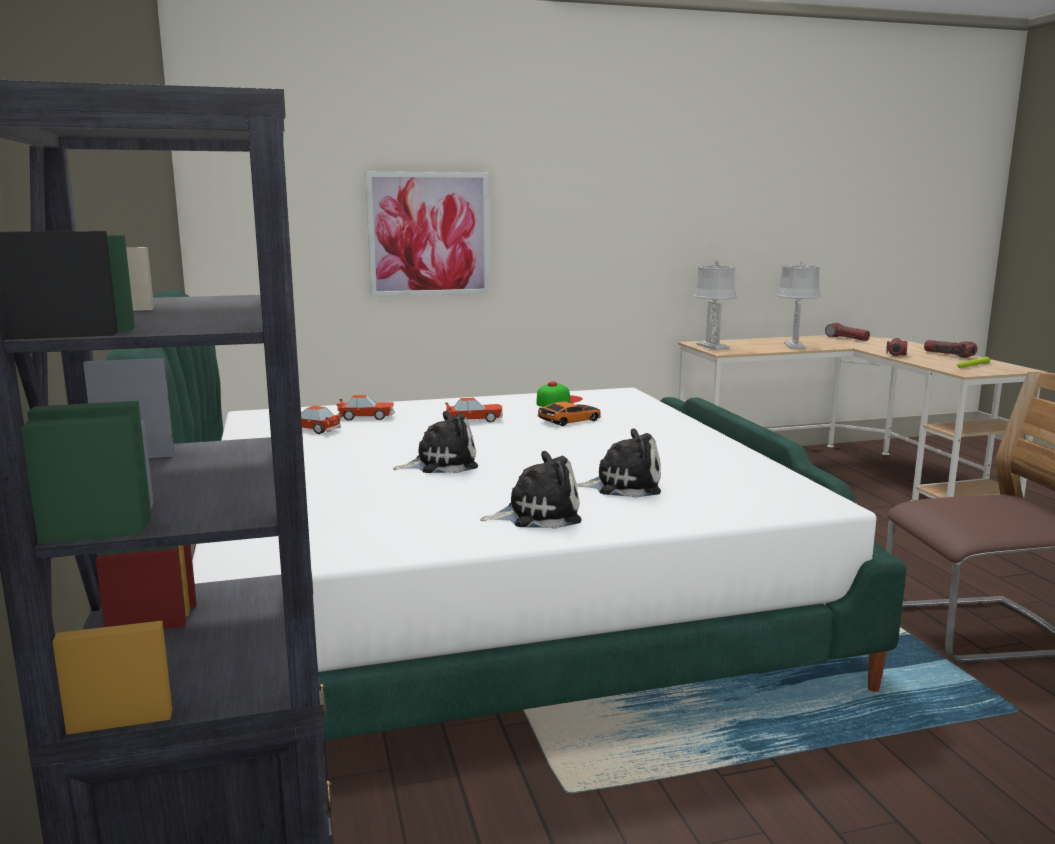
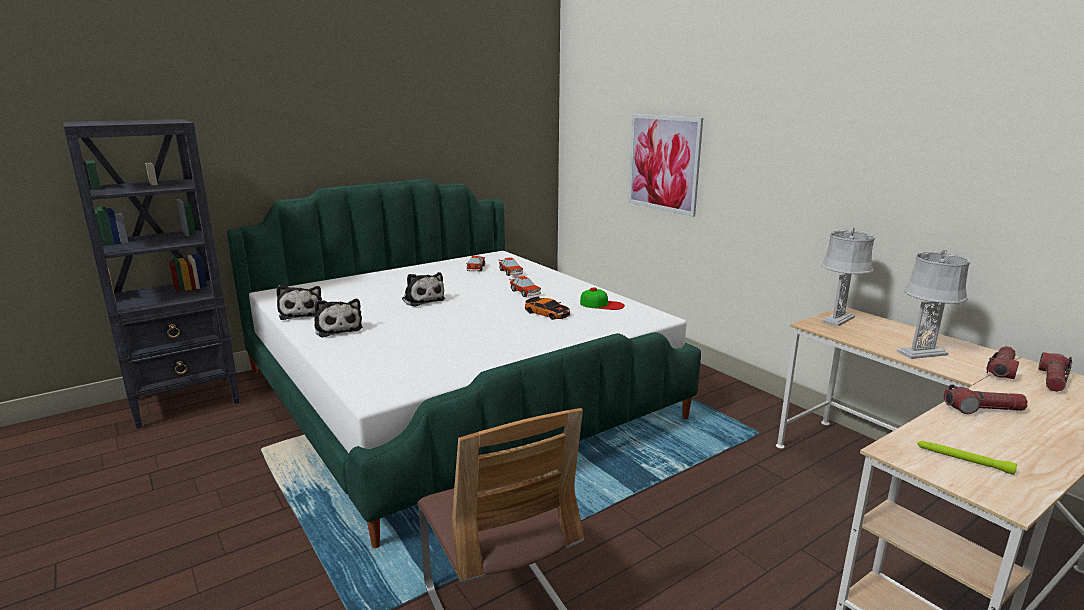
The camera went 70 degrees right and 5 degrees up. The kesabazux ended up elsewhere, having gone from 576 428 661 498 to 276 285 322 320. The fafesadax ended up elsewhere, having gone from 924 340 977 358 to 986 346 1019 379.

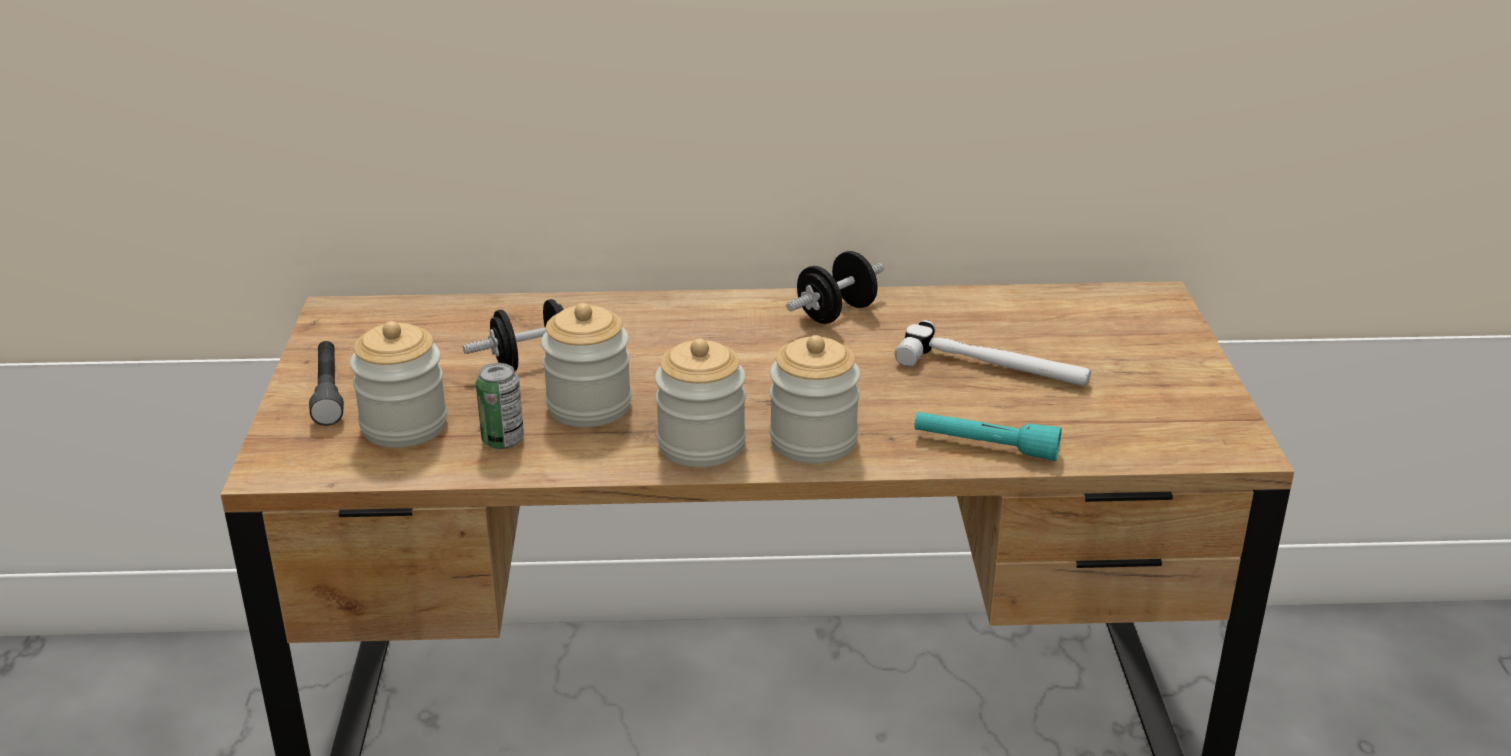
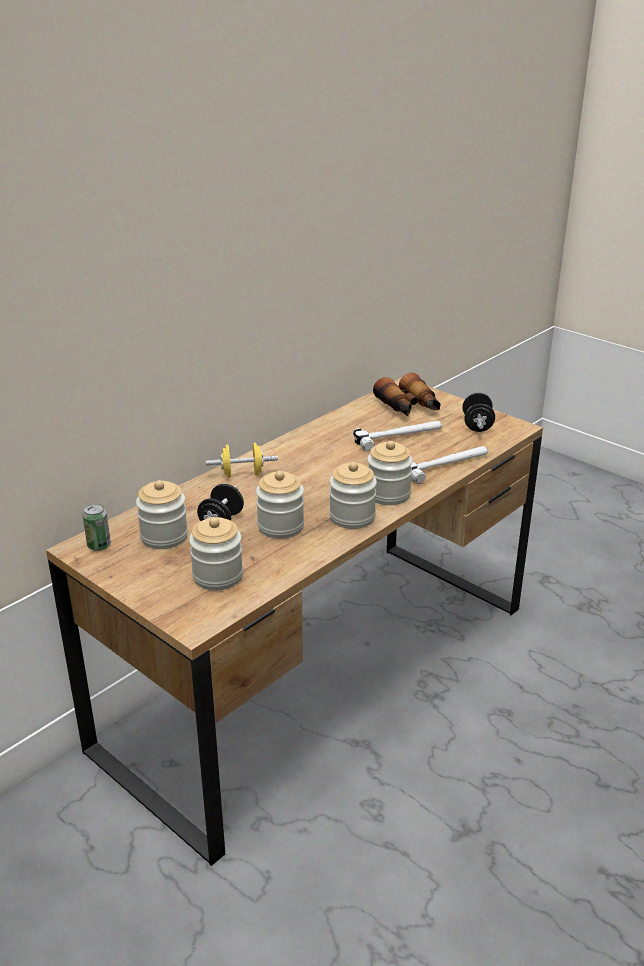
The camera went 45 degrees left and 0 degrees up. The second view lost the fafesadax (grey) at 309 341 344 426. The second view gained the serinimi at 136 480 188 549. The second view gained the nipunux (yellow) at 206 443 278 478. The second view gained the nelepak at 373 373 440 416. The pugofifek ended up elsewhere, having gone from 476 363 524 449 to 83 504 111 551. The nipunux (black) ended up elsewhere, having gone from 786 251 884 324 to 462 393 495 432. Where the fafesadax (turquoise) stood at 914 412 1062 461, the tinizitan came to stand at 411 446 488 484.

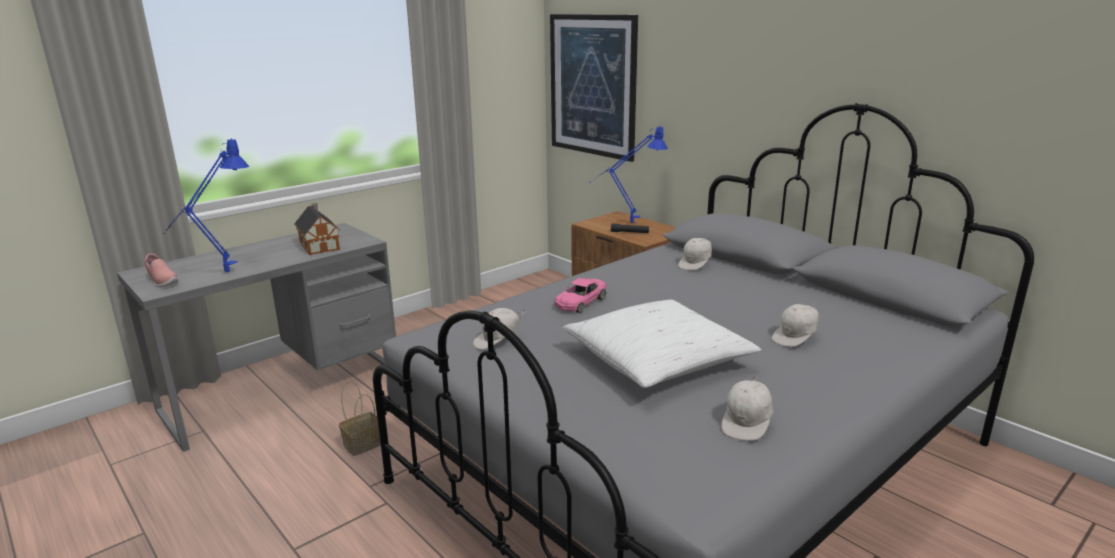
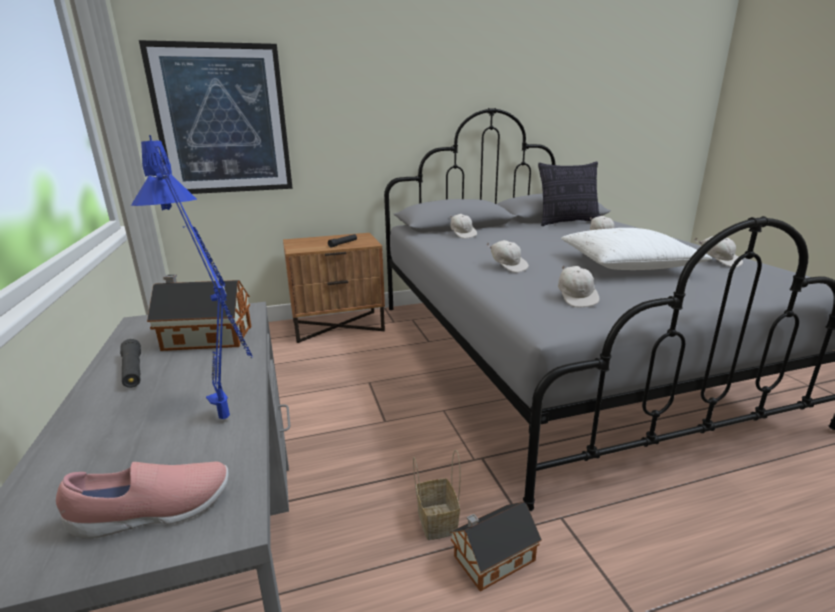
The camera went 65 degrees left and 0 degrees up. The second view lost the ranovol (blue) at 591 127 668 223. The second view gained the fafesadax (black) at 120 339 141 388. The second view gained the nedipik at 450 502 542 592. The second view gained the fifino at 538 161 600 226. Where the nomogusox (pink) stood at 554 278 607 313, the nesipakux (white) came to stand at 486 240 529 273.

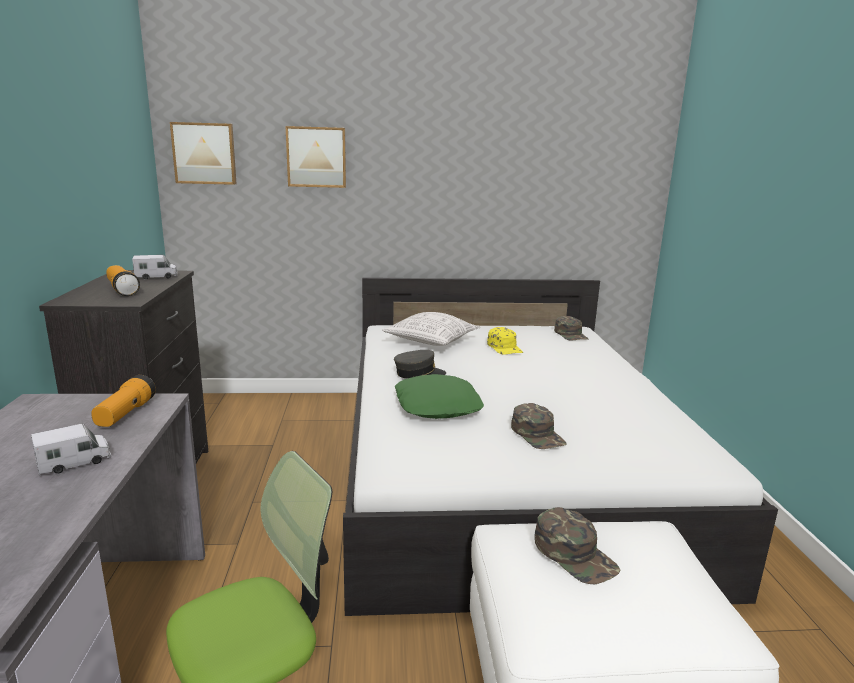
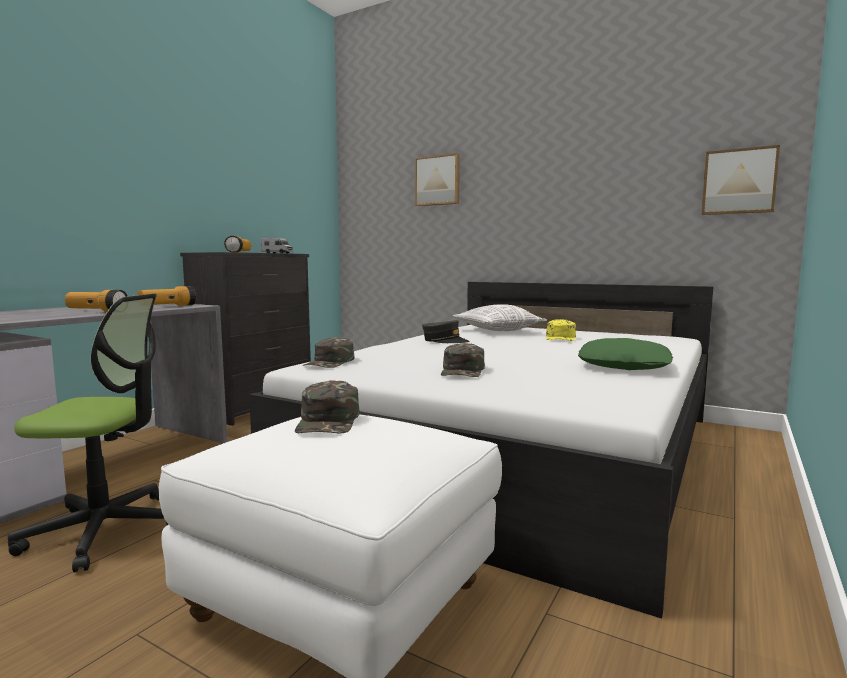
The camera went 35 degrees right and 10 degrees down. The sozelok ended up elsewhere, having gone from 170 122 237 185 to 702 145 780 215. The fifino (green) ended up elsewhere, having gone from 395 374 484 419 to 578 338 673 370. The nesipakux (green) ended up elsewhere, having gone from 554 316 588 341 to 303 337 354 368. Where the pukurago stood at 31 424 111 476, the fafesadax came to stand at 65 290 128 312.

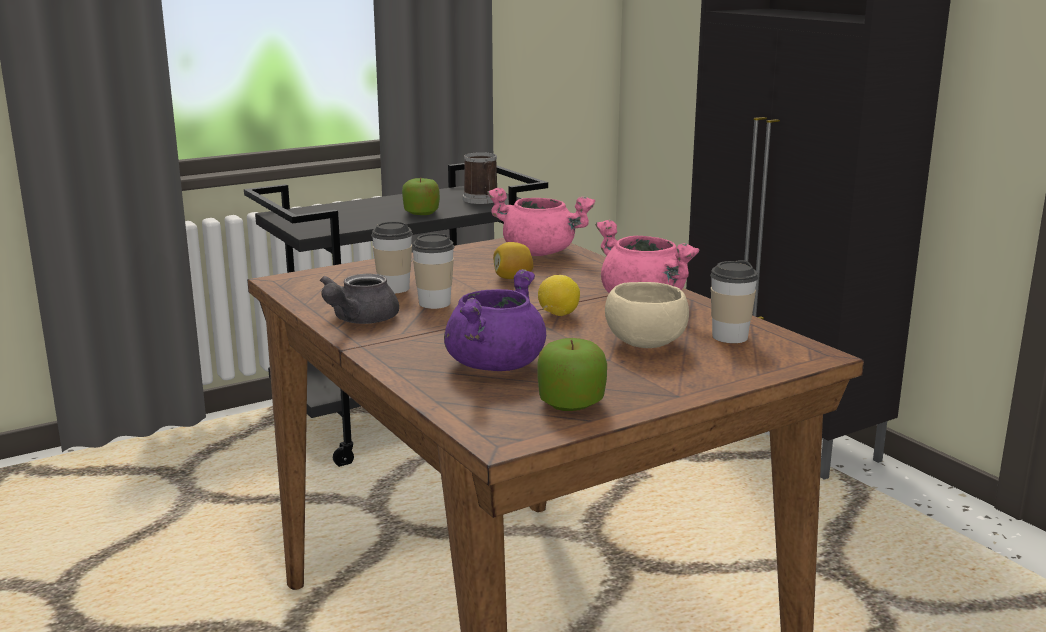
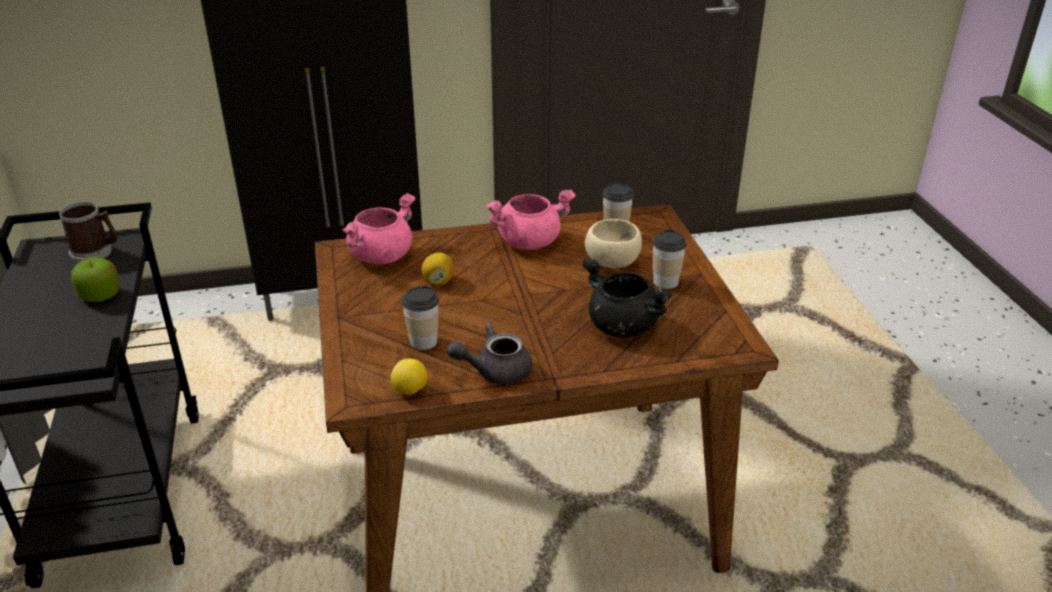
The camera went 70 degrees left and 15 degrees up. The second view lost the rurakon at 537 338 607 411. The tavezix ended up elsewhere, having gone from 411 233 455 309 to 653 229 686 289. The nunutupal ended up elsewhere, having gone from 538 275 580 316 to 390 358 428 395. What was the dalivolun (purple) at 444 269 546 371 turned into the dalivolun (black) at 582 258 673 337. The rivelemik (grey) at 320 274 399 324 ended up facing another way, 120 degrees clockwise from before.

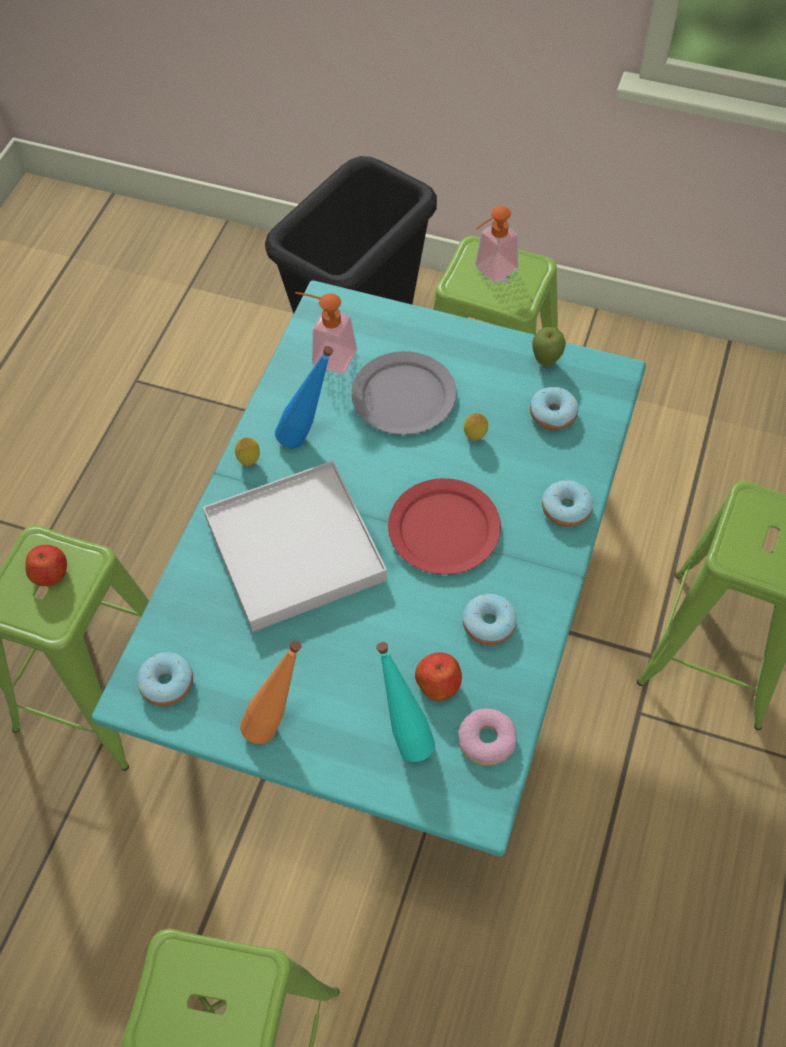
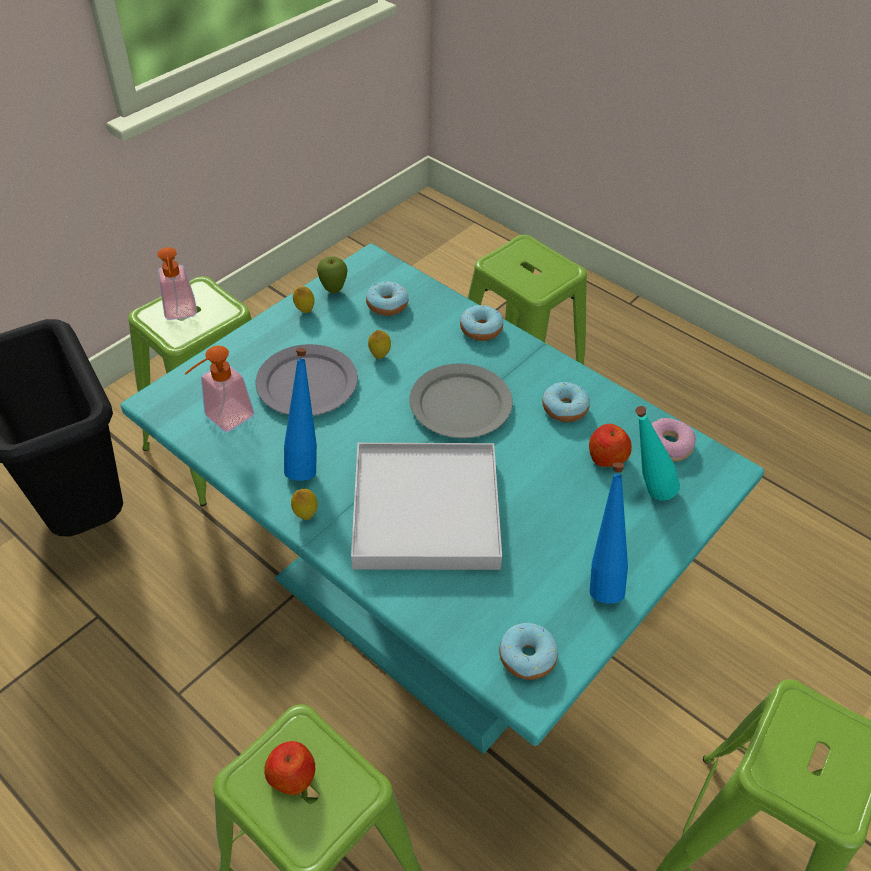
The camera went 70 degrees left and 10 degrees down. The second view gained the nunutupal at 293 286 315 313. What was the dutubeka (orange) at 240 640 302 744 turned into the dutubeka (blue) at 590 462 628 604. What was the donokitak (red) at 388 478 501 575 turned into the donokitak (grey) at 409 364 513 438.

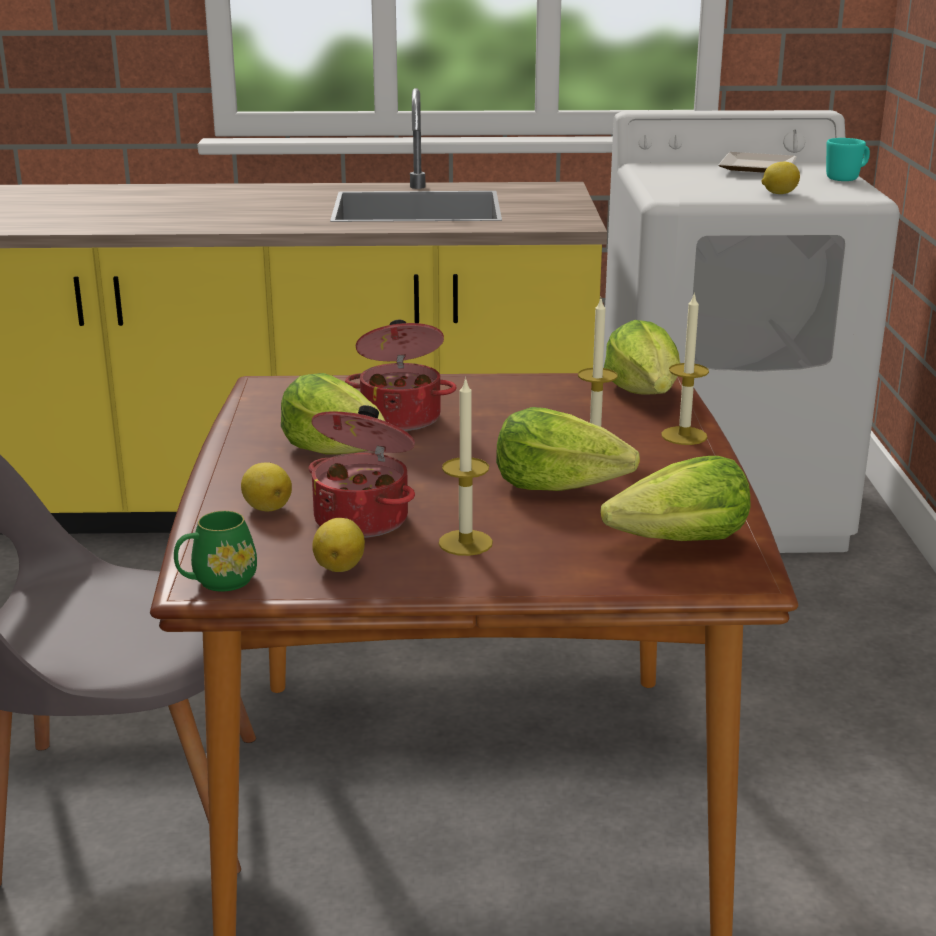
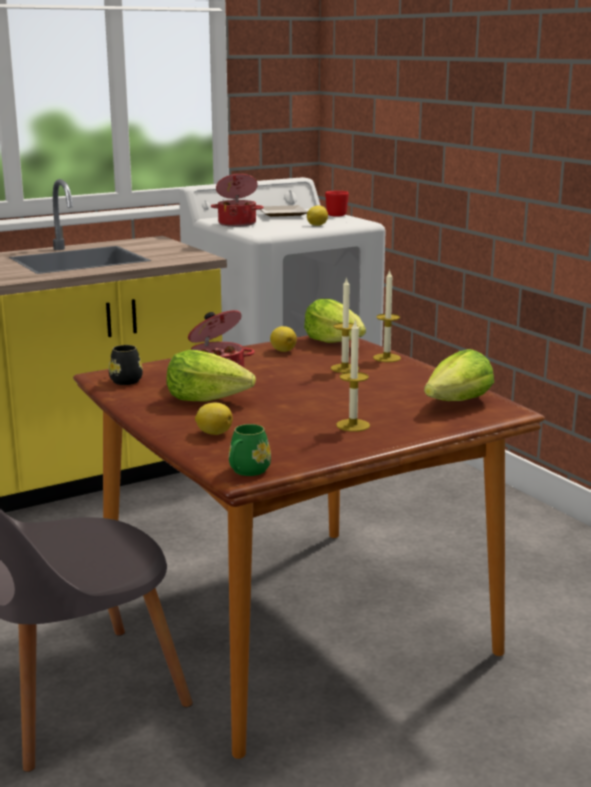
The camera went 30 degrees left and 5 degrees down. The second view lost the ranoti at 496 407 640 491. The second view gained the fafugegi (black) at 109 345 143 385. The dalivolun ended up elsewhere, having gone from 309 405 415 538 to 211 174 264 227. The nunutupal ended up elsewhere, having gone from 312 518 365 572 to 270 326 297 352. What was the fafugegi (turquoise) at 826 138 870 181 turned into the fafugegi (red) at 325 191 349 217.

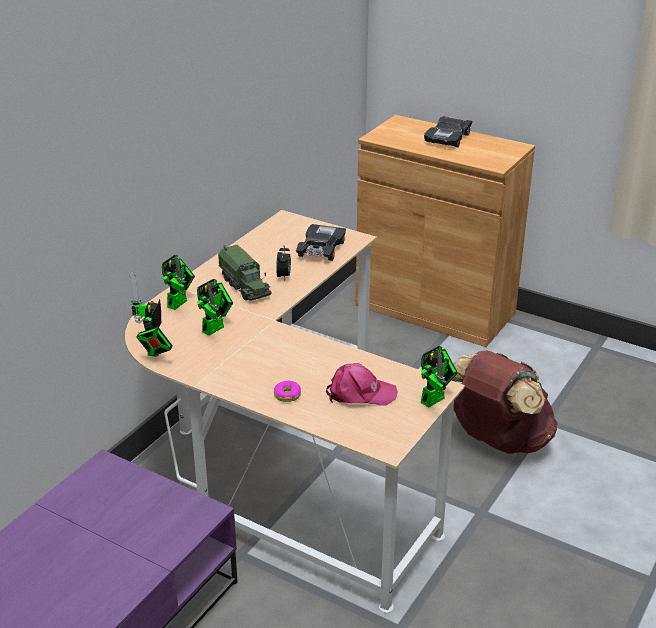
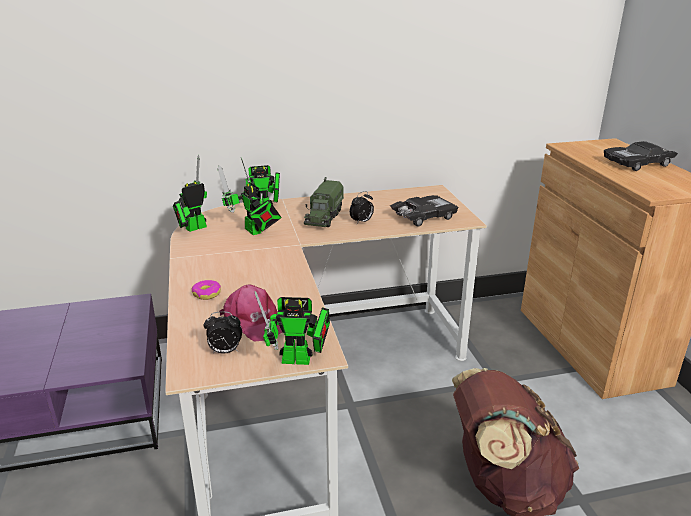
The camera went 45 degrees right and 5 degrees down. The second view gained the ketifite at 204 311 242 354. The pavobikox at 197 279 233 336 ended up facing another way, 60 degrees clockwise from before.

